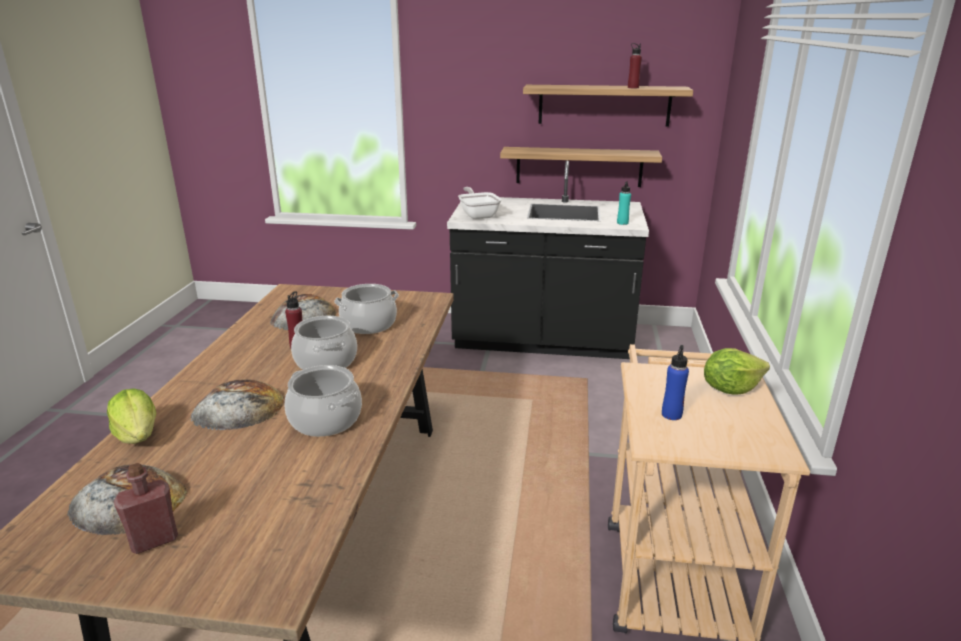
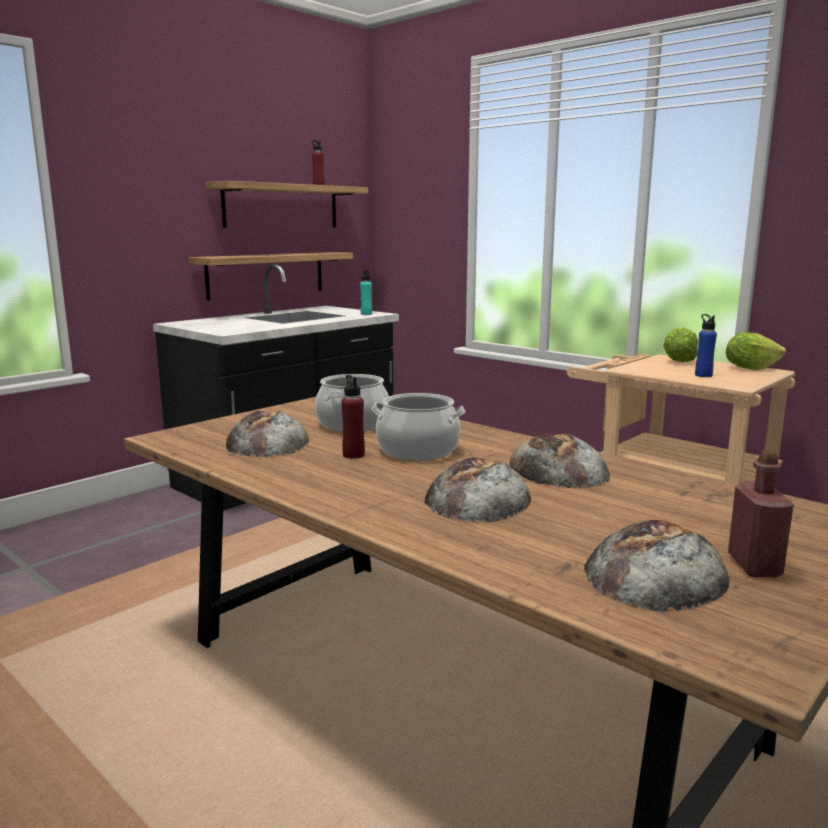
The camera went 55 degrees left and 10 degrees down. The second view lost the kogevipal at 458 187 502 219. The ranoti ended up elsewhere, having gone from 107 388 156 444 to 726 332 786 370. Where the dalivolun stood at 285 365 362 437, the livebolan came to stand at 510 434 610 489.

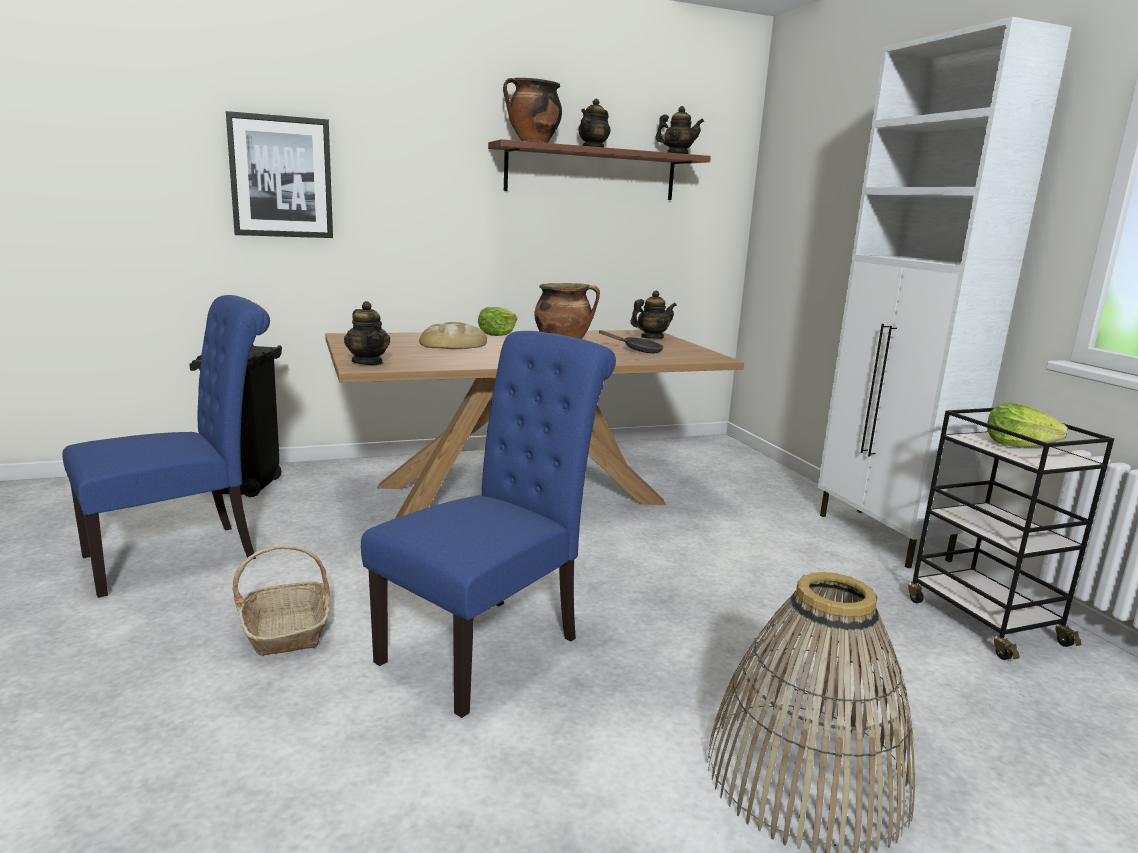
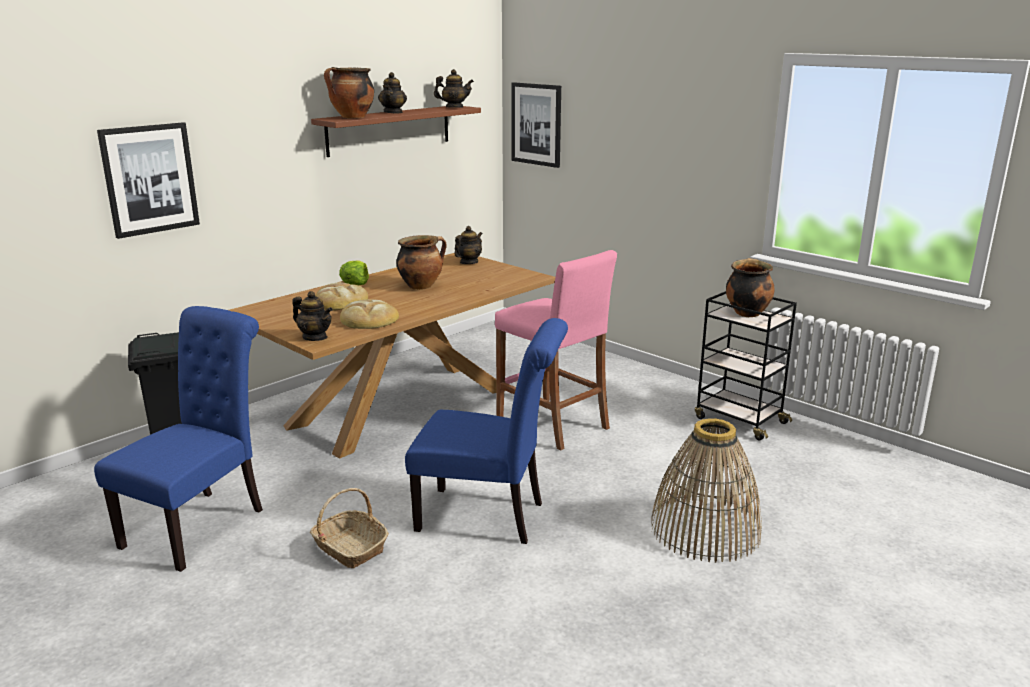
The camera went 25 degrees left and 5 degrees up. The second view lost the kogevipal (black) at 598 330 663 353. The second view lost the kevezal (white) at 818 17 1072 568. The second view gained the livebolan at 340 299 399 329. The second view gained the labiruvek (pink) at 495 250 617 450. The second view gained the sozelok at 511 82 561 168. Where the ranoti stood at 987 403 1068 448, the dalivolun came to stand at 726 258 774 317. The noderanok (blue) at 361 331 616 718 ended up facing another way, 90 degrees clockwise from before.

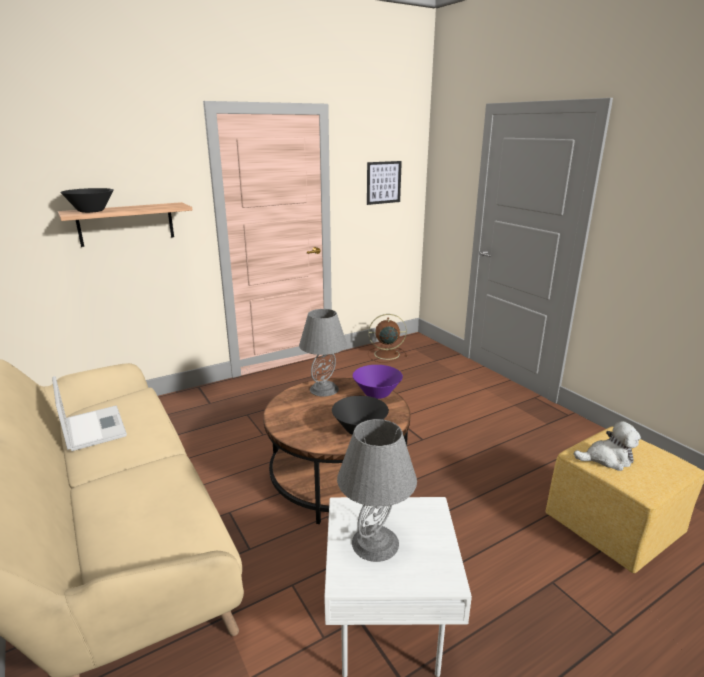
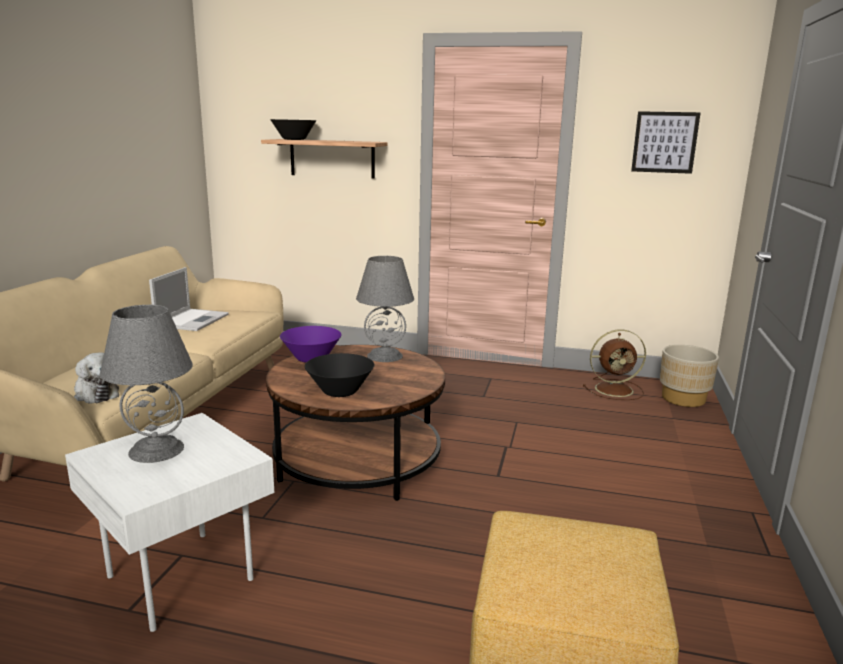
The camera went 45 degrees right and 5 degrees down. The second view gained the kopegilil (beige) at 660 345 719 407. The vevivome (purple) ended up elsewhere, having gone from 353 365 403 399 to 280 326 342 363. The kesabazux ended up elsewhere, having gone from 574 421 641 471 to 74 352 119 404. The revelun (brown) at 368 314 408 363 ended up facing another way, 135 degrees clockwise from before.

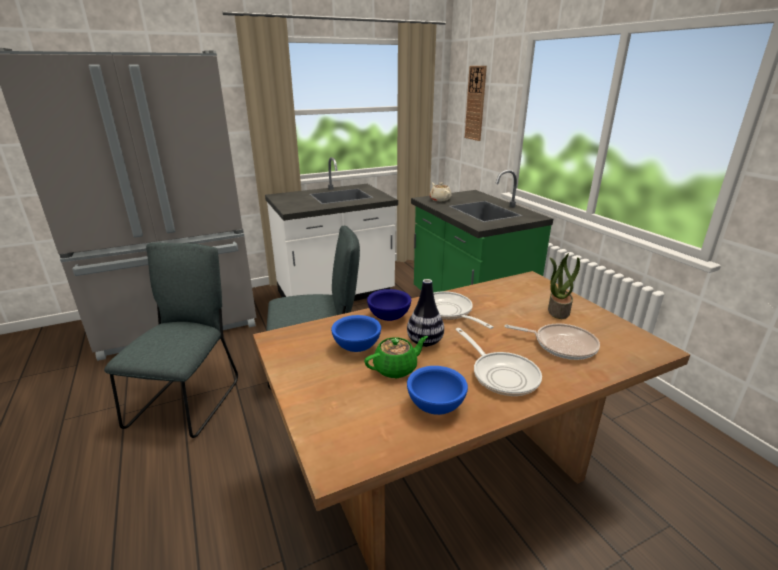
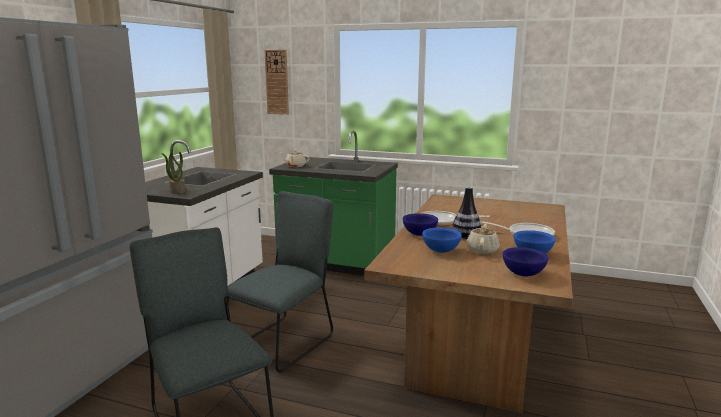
The camera went 45 degrees left and 10 degrees down. The second view lost the kogevipal at 505 323 600 360. The second view gained the vevivome (blue) at 503 247 549 276. The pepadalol ended up elsewhere, having gone from 548 253 580 319 to 161 148 186 194. What was the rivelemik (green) at 364 336 428 378 turned into the rivelemik (beige) at 466 224 500 254.

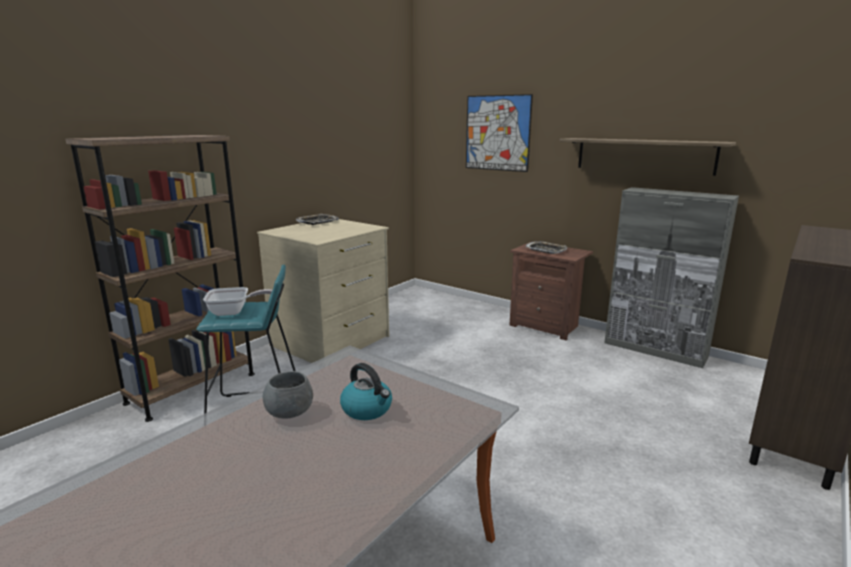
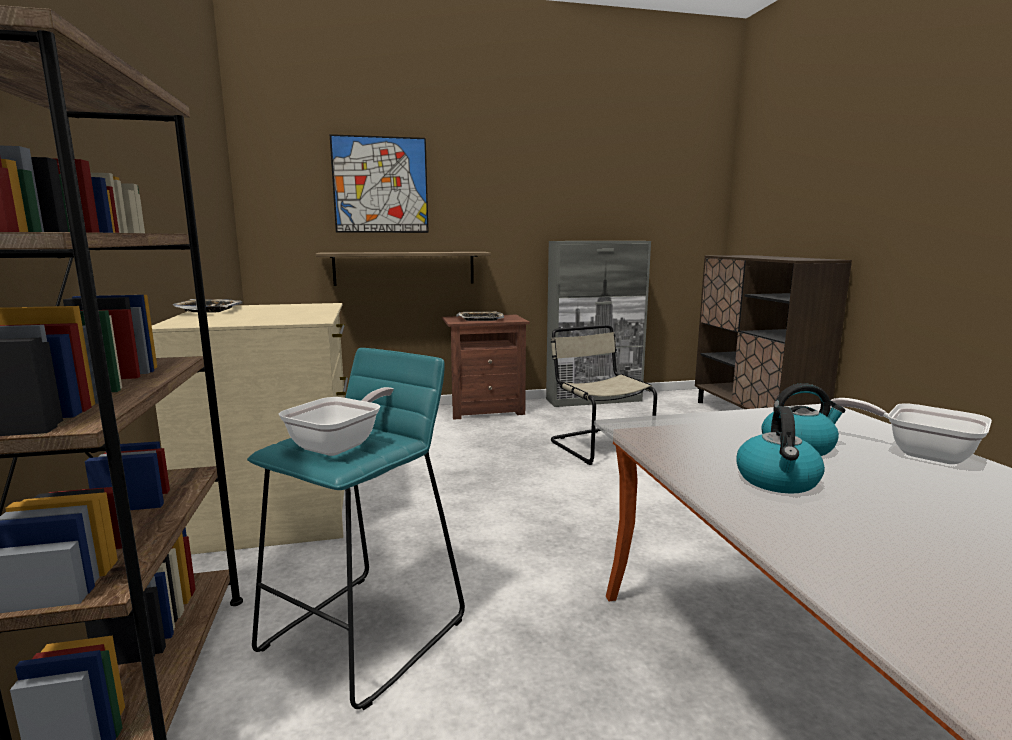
The camera went 50 degrees left and 5 degrees down. The second view gained the noderanok (beige) at 551 325 657 465. The second view gained the kogevipal at 831 398 992 464. The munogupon ended up elsewhere, having gone from 559 138 736 176 to 316 252 491 286. Where the vevivome (grey) stood at 263 371 313 419, the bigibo came to stand at 736 406 825 494.

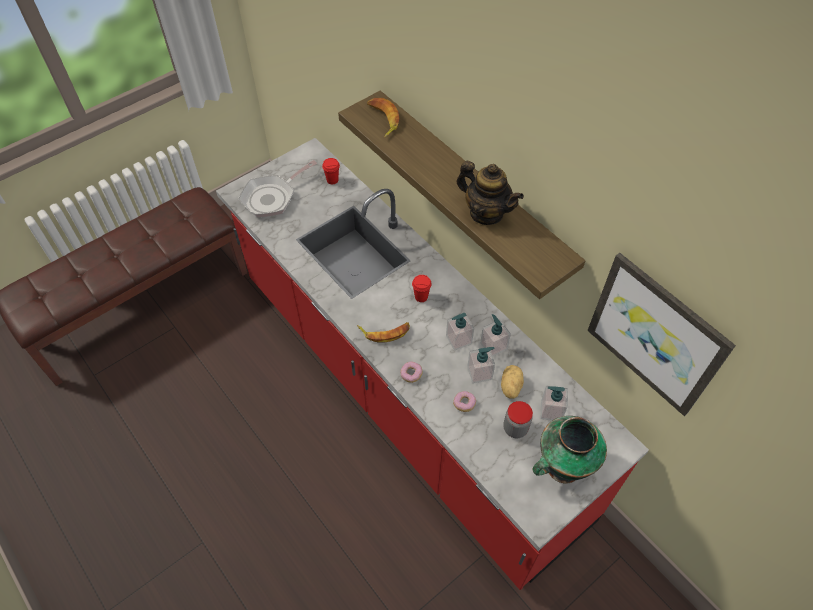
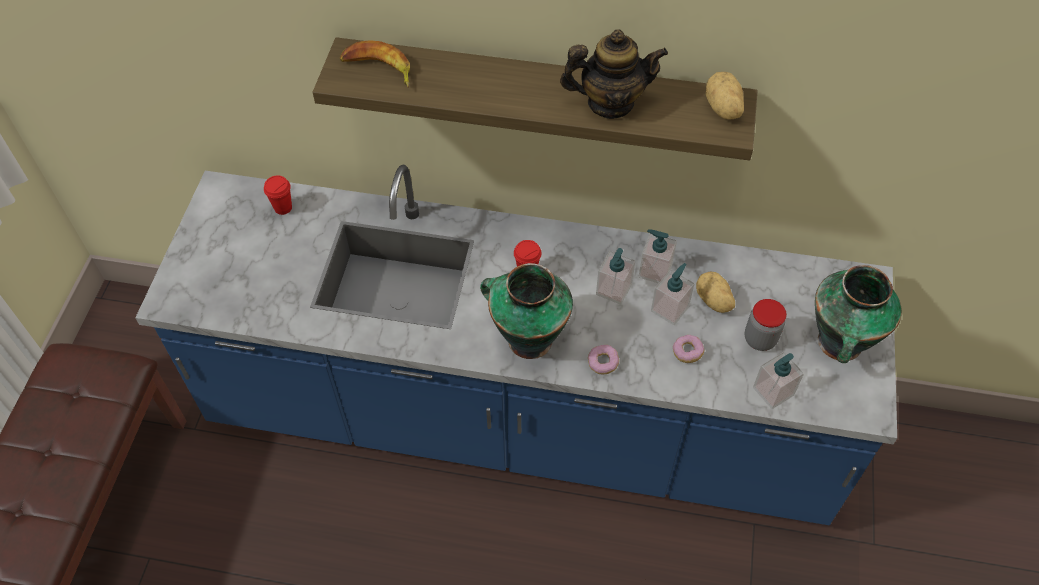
The camera went 40 degrees left and 0 degrees up. The second view lost the kogevipal at 238 160 317 217. The second view lost the sozelok at 587 253 736 416. The second view gained the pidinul at 706 72 744 120. The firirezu ended up elsewhere, having gone from 541 386 568 420 to 753 352 804 409. Where the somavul stood at 357 322 410 343, the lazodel came to stand at 480 263 573 359. What was the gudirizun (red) at 216 138 649 590 turned into the gudirizun (blue) at 135 165 897 525.

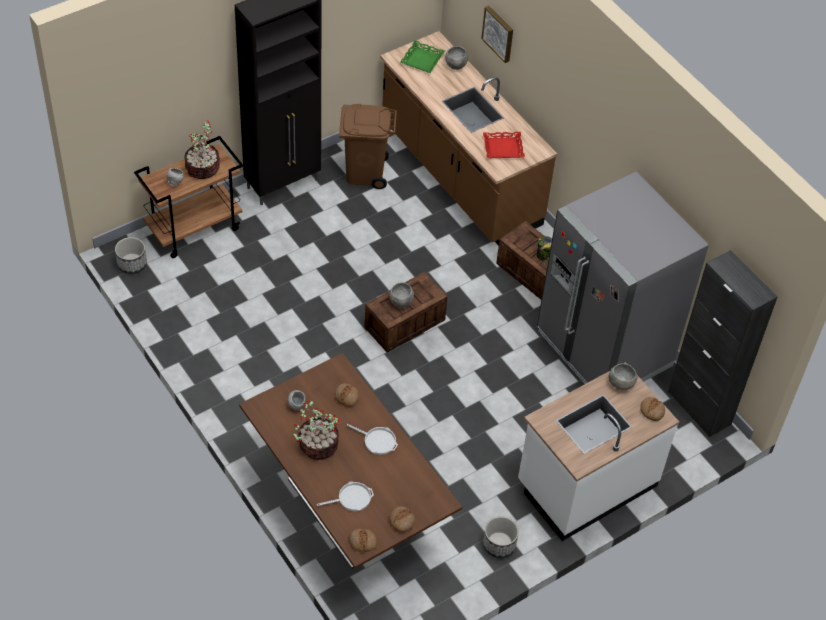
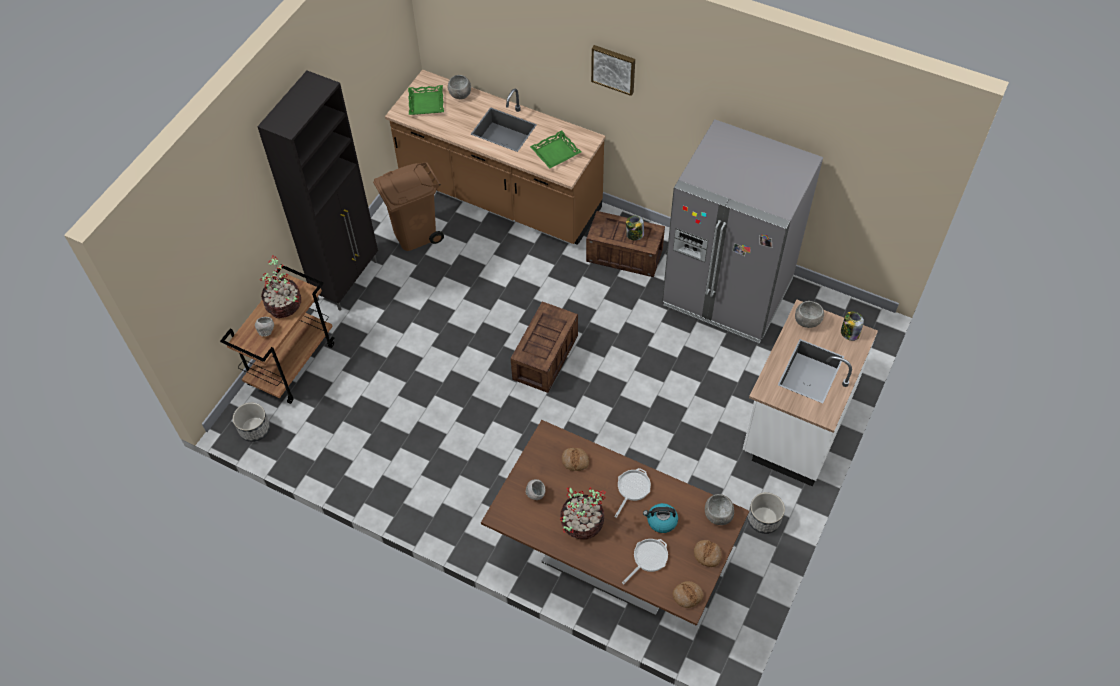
The camera went 25 degrees left and 5 degrees up. The second view lost the kevezal (black) at 668 250 777 437. The second view gained the bigibo at 643 503 678 533. The vevivome (grey) ended up elsewhere, having gone from 389 282 414 308 to 705 494 734 525. The sozelok ended up elsewhere, having gone from 481 6 513 63 to 591 45 635 96. Where the livebolan stood at 640 397 665 421, the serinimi came to stand at 841 312 864 341. What was the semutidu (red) at 483 132 525 158 turned into the semutidu (green) at 530 130 582 169. The kogevipal at 347 424 398 455 ended up facing another way, 60 degrees counterclockwise from before.

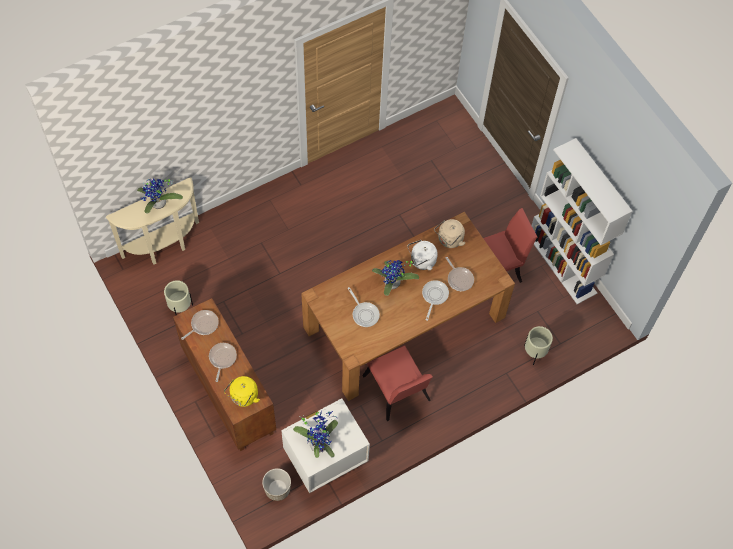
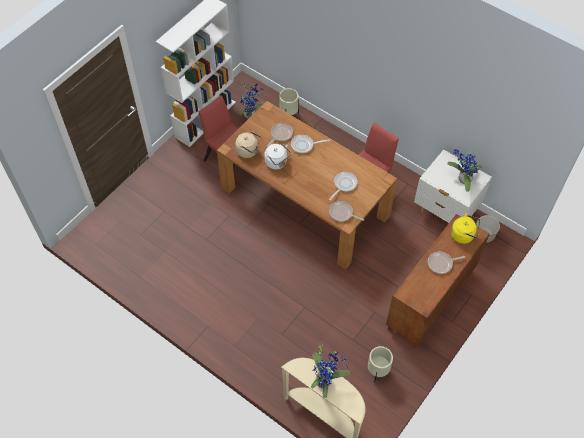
The camera went 110 degrees left and 5 degrees down. The kogevipal ended up elsewhere, having gone from 181 310 219 340 to 329 201 364 222. The pepadalol ended up elsewhere, having gone from 372 260 419 296 to 239 81 265 119.

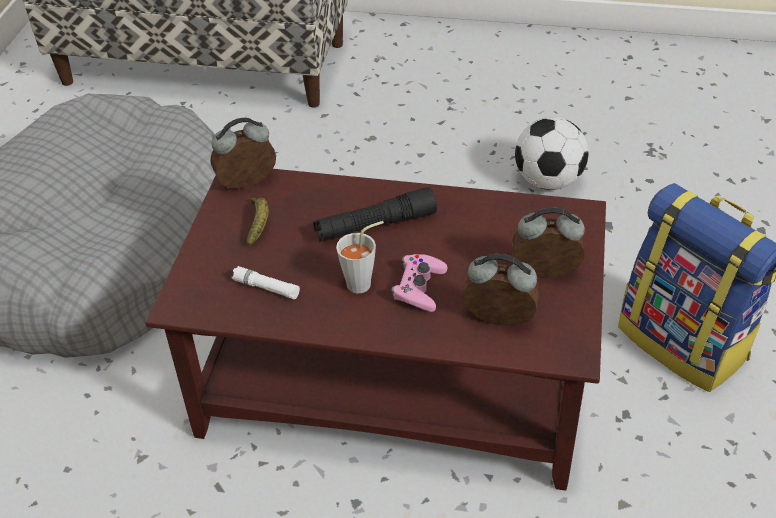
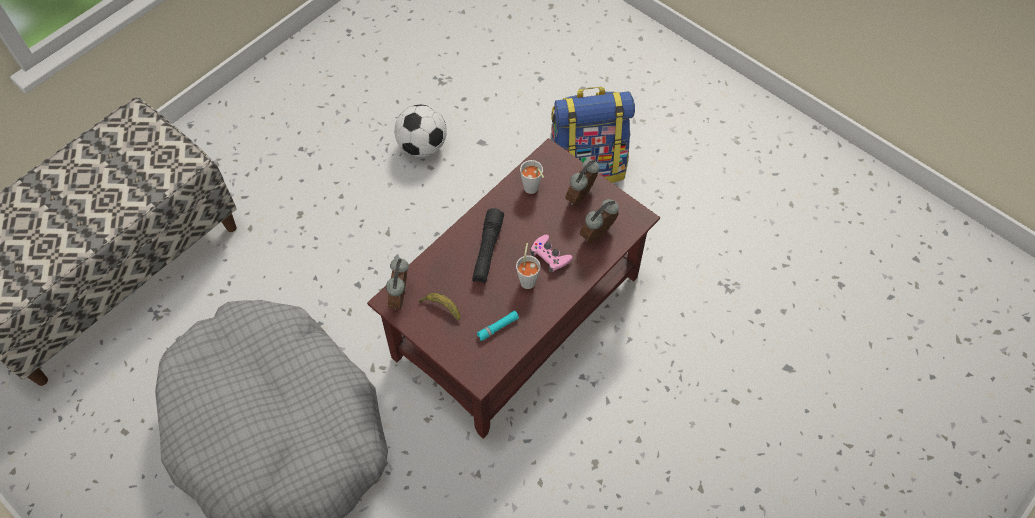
The camera went 60 degrees left and 15 degrees up. The second view gained the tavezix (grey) at 520 160 544 194. What was the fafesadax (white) at 232 266 300 299 turned into the fafesadax (turquoise) at 477 311 518 341.

